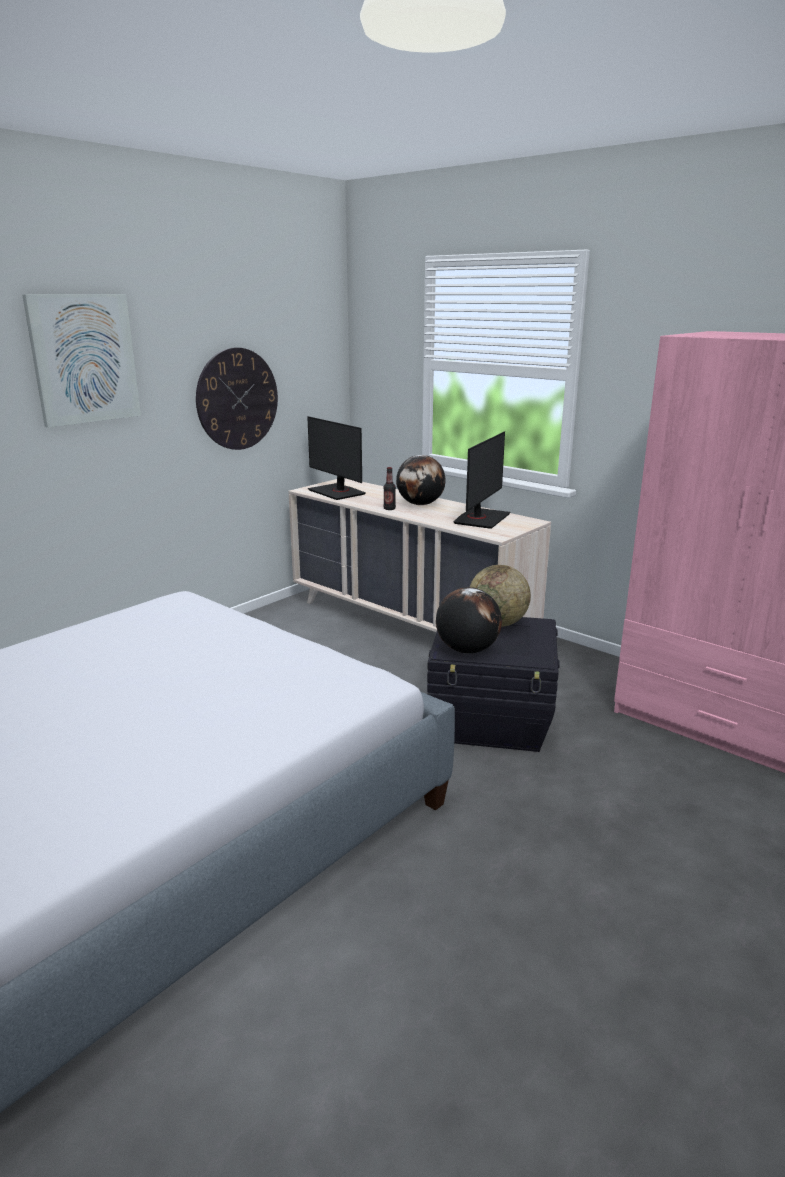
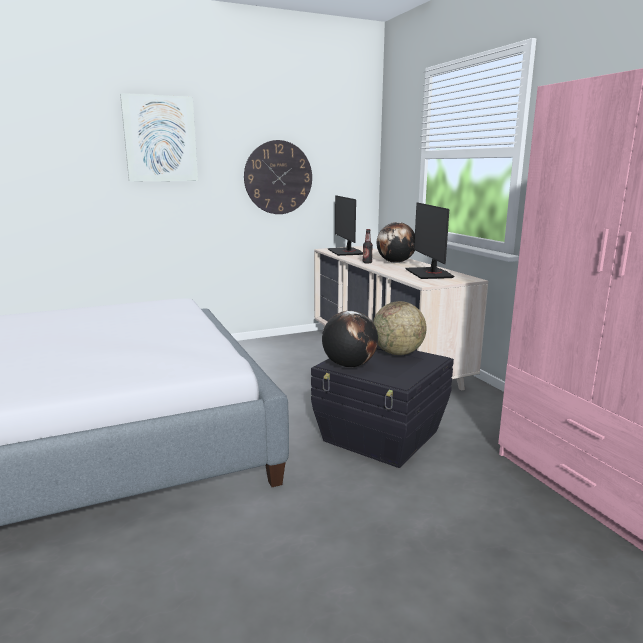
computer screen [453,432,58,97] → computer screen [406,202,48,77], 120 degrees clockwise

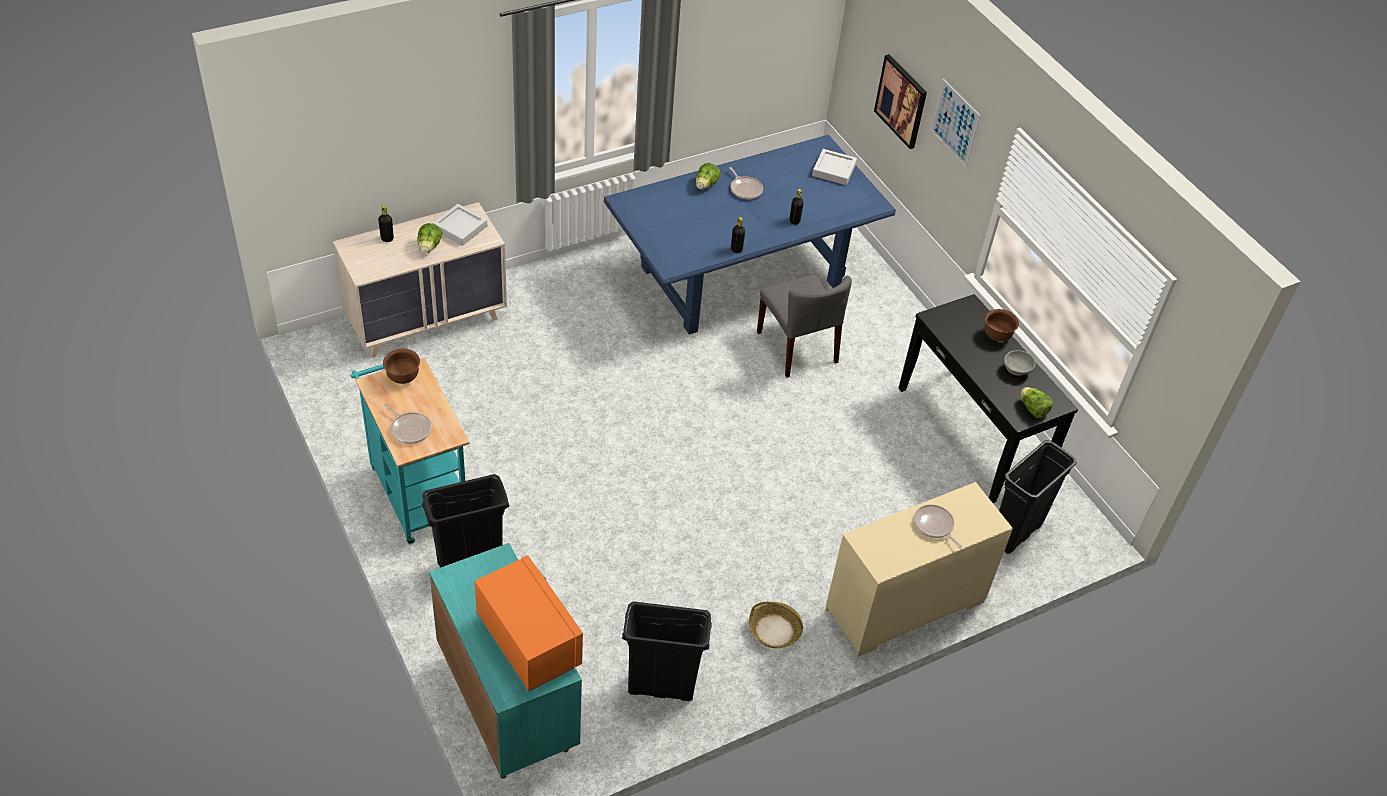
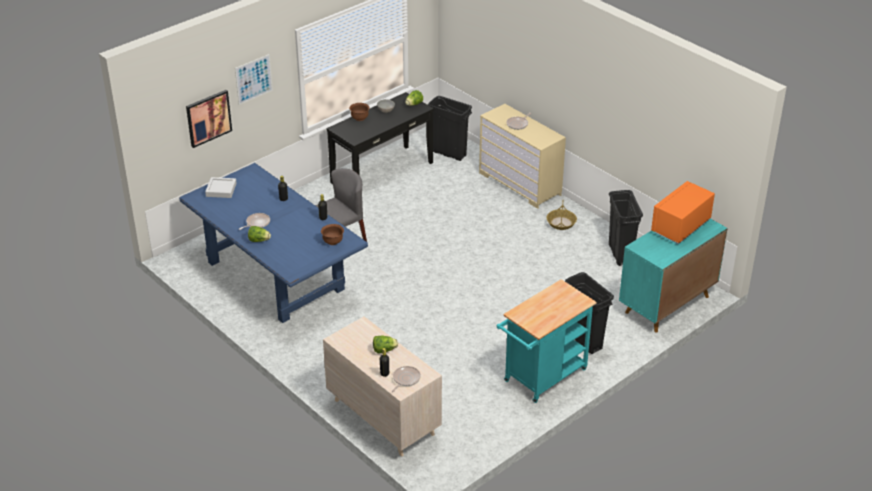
grey serving tray [433,204,54,42] → -
brownish bowl [383,349,37,35] → brownish bowl [321,224,23,21], move
pan [385,403,47,41] → pan [392,366,29,26], move

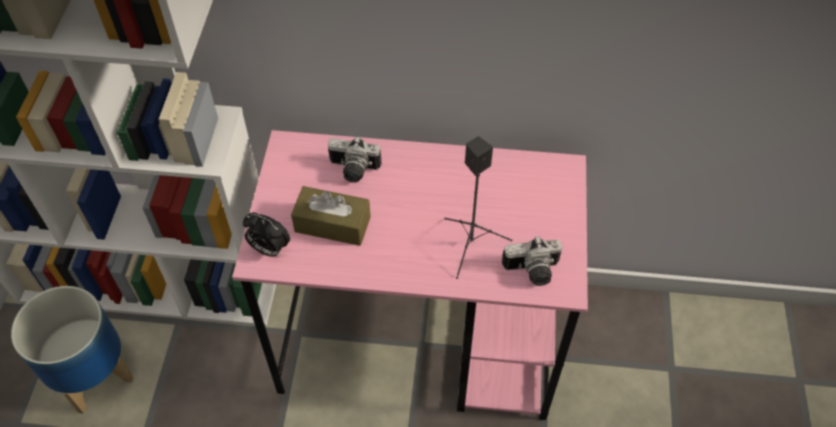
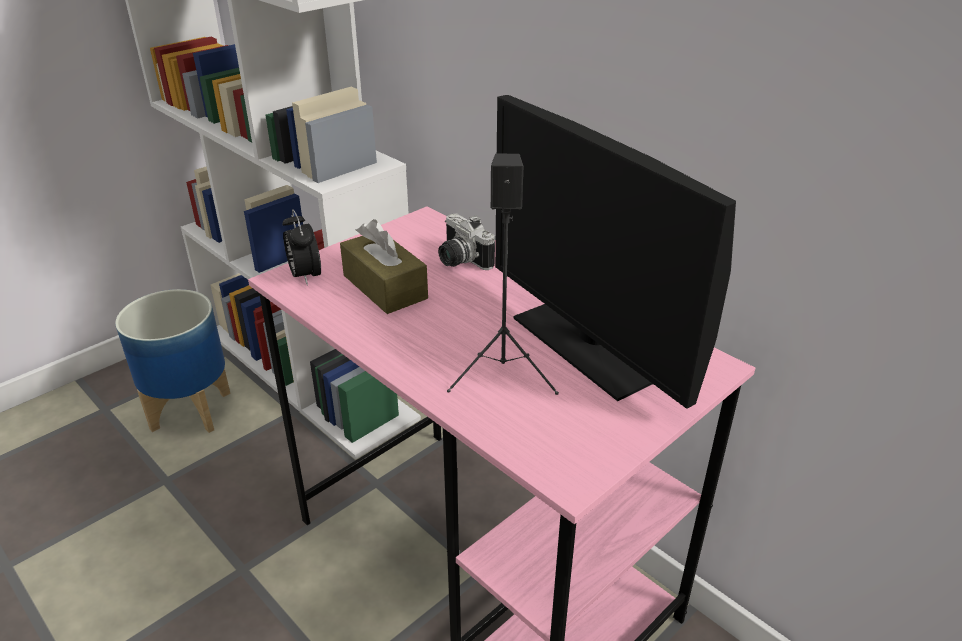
still camera [502,236,60,50] → -
- → computer screen [495,95,241,314]

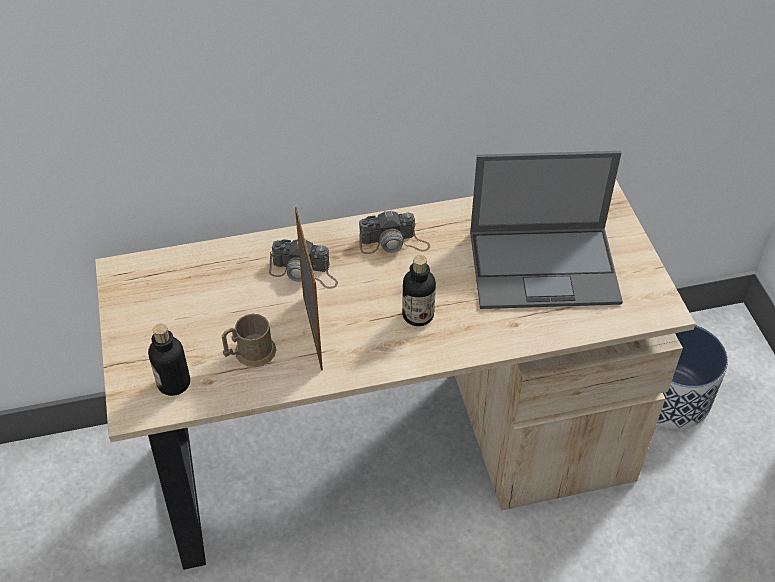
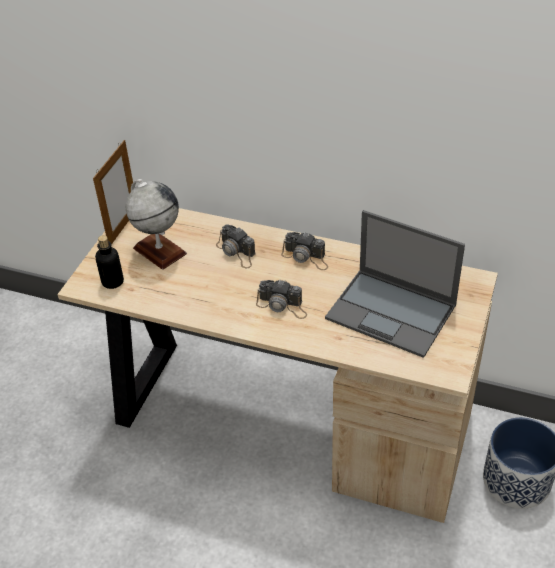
picture frame [295,207,28,163] → picture frame [93,140,40,104], move
beverage bottle [402,255,34,71] → still camera [256,280,51,39]
brownish coffee mug [222,314,54,53] → -
- → world globe [126,179,61,91]

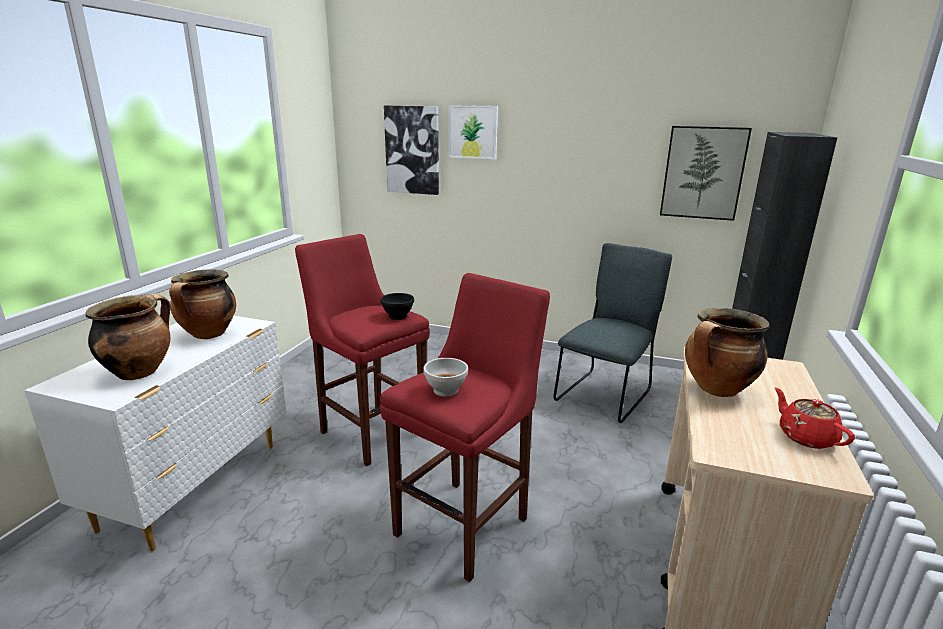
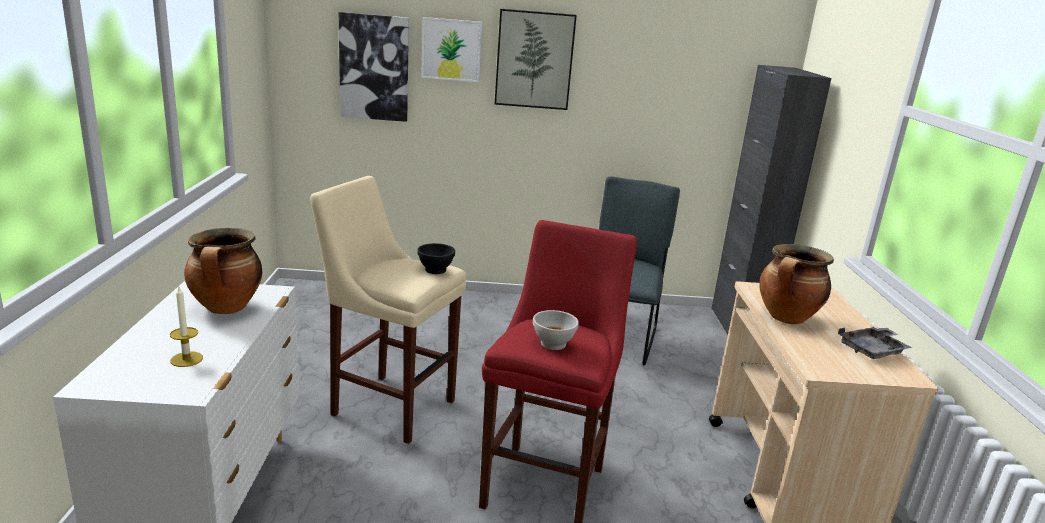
wall picture [660,126,92,95] → wall picture [495,9,82,101], move
red sitting stool [295,234,135,232] → sand-coloured sitting stool [310,176,156,268]
cooking pot [85,293,86,87] → wax light [170,287,33,80]
red pot for tea [775,388,80,61] → grey serving tray [838,327,74,32]

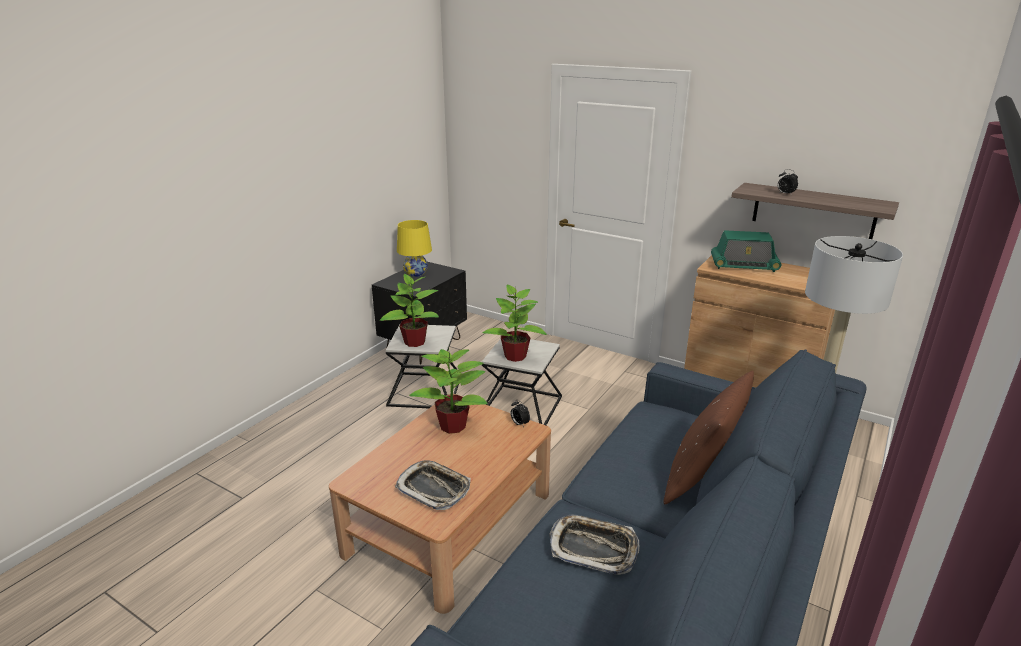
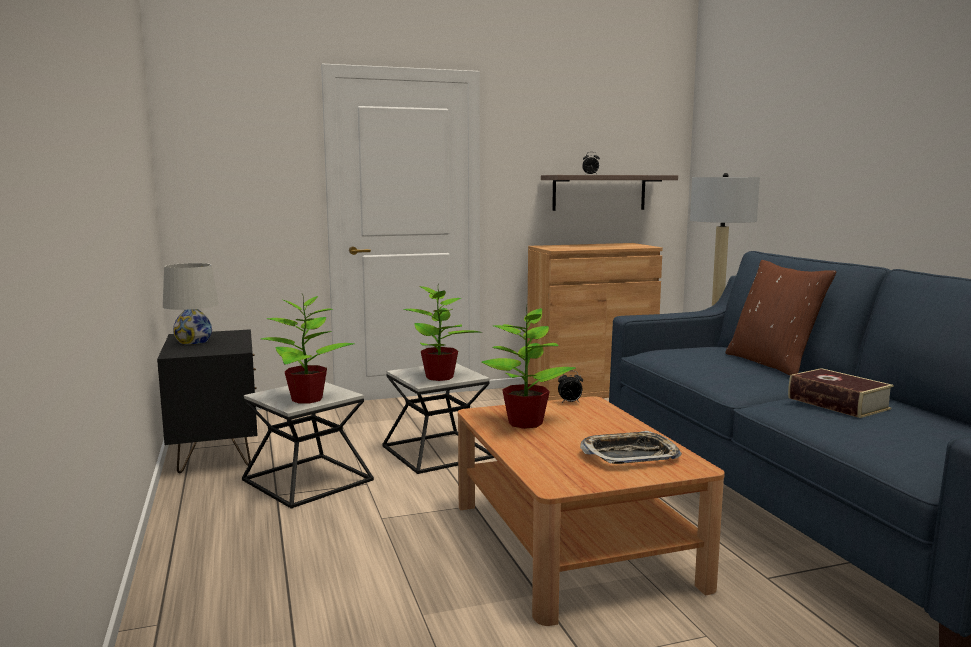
yellow tabletop lamp [397,220,35,57] → white-coloured tabletop lamp [163,263,56,82]
radio set [711,230,70,42] → -
serving tray [549,515,91,60] → bound book [788,368,106,50]

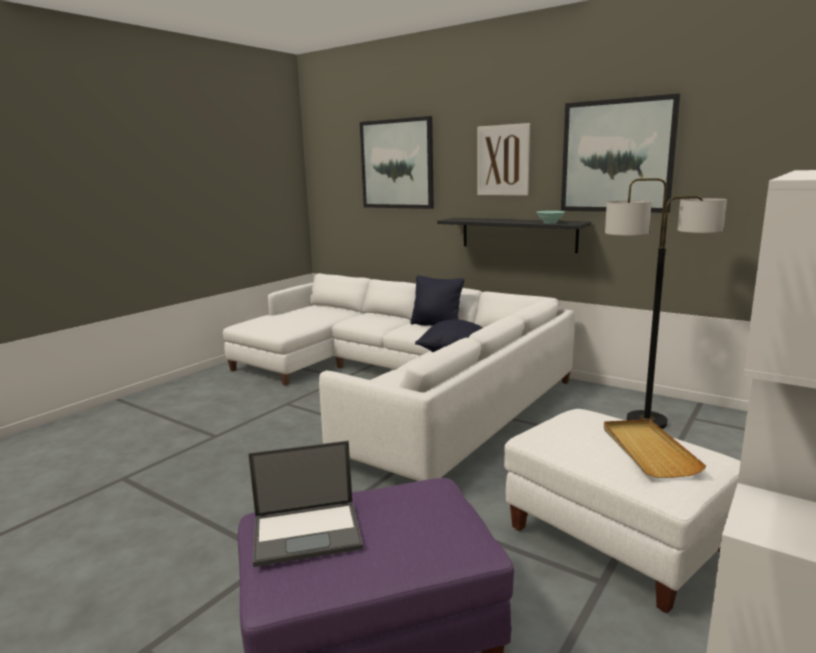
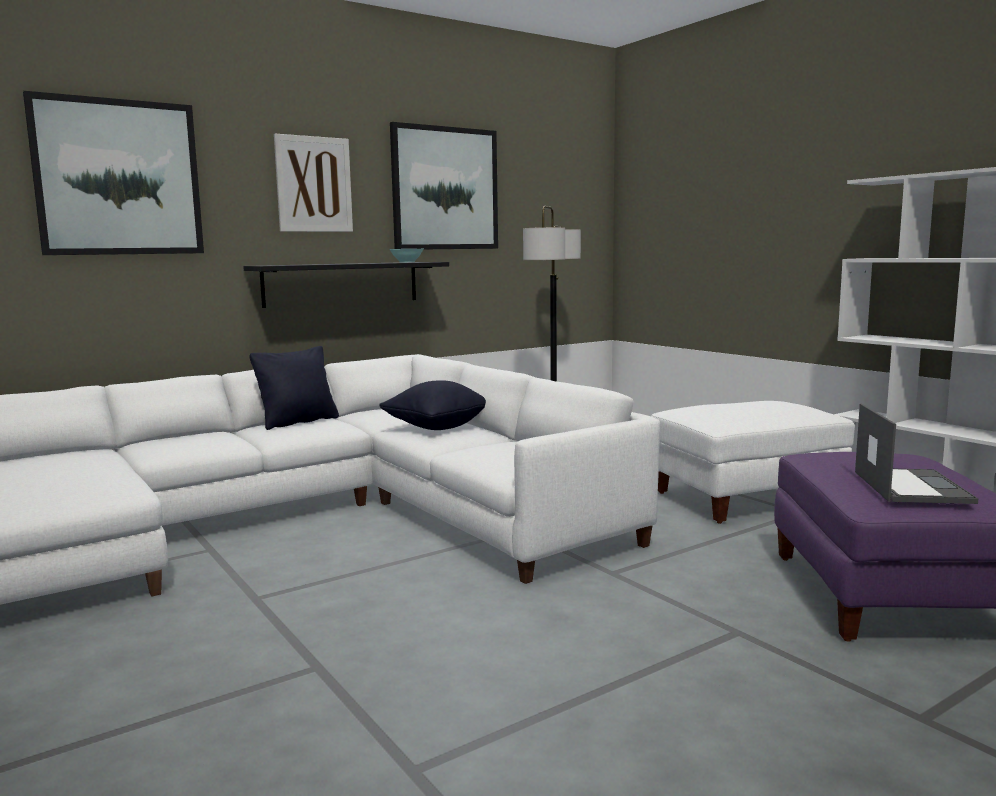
sand-coloured serving tray [604,419,102,59] → -

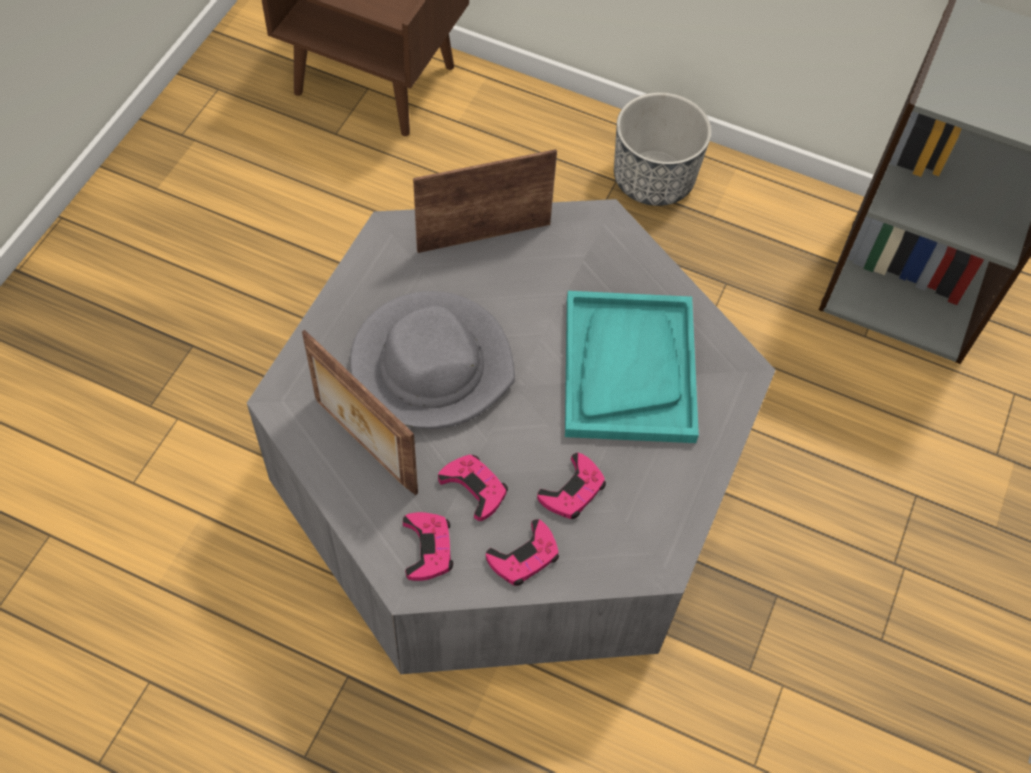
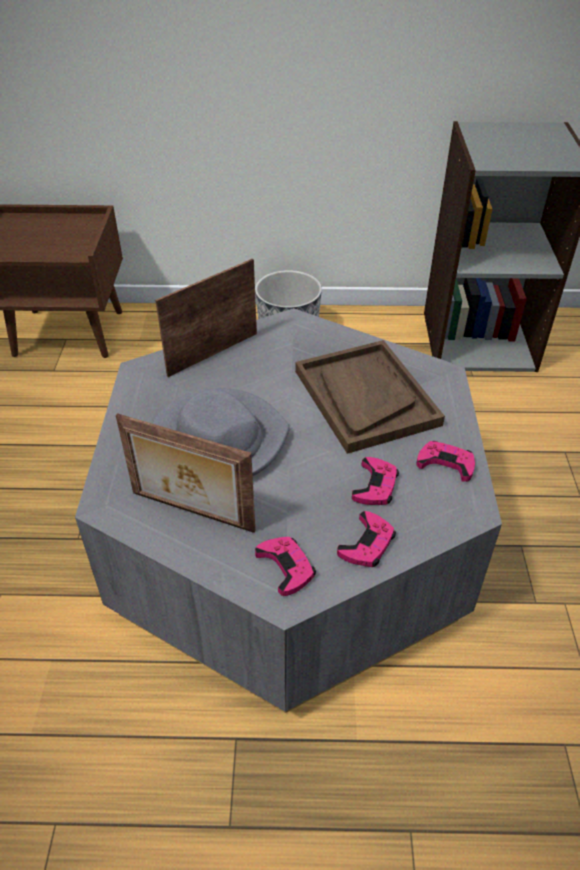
blue-green serving tray [565,291,134,152] → brownish serving tray [295,340,150,114]
pink-coloured gamepad [438,455,70,66] → pink-coloured gamepad [416,441,59,41], move

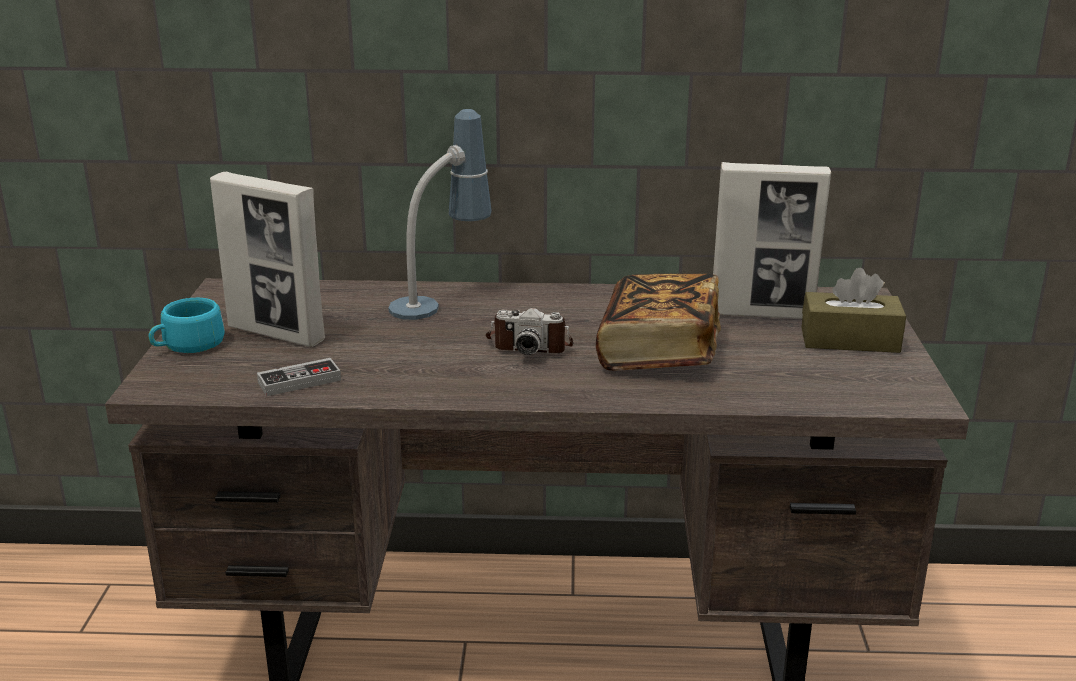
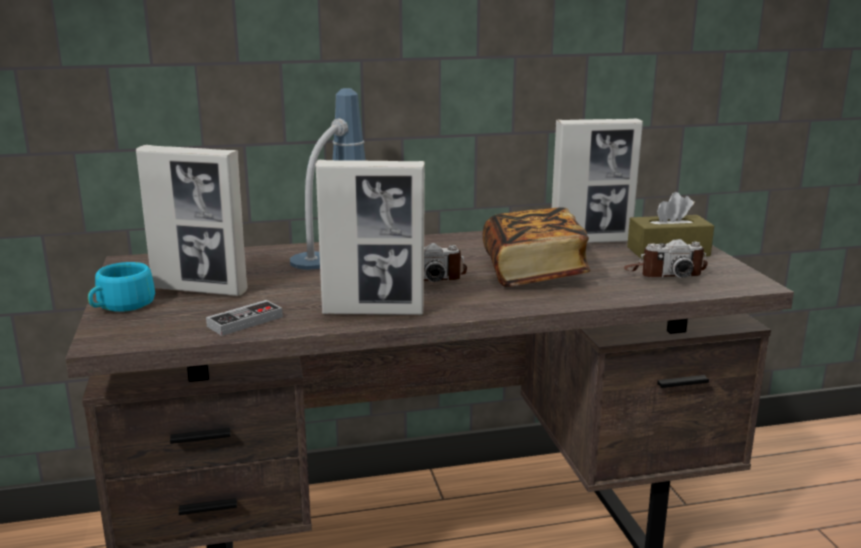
- → picture frame [315,160,110,155]
- → still camera [624,239,84,39]

